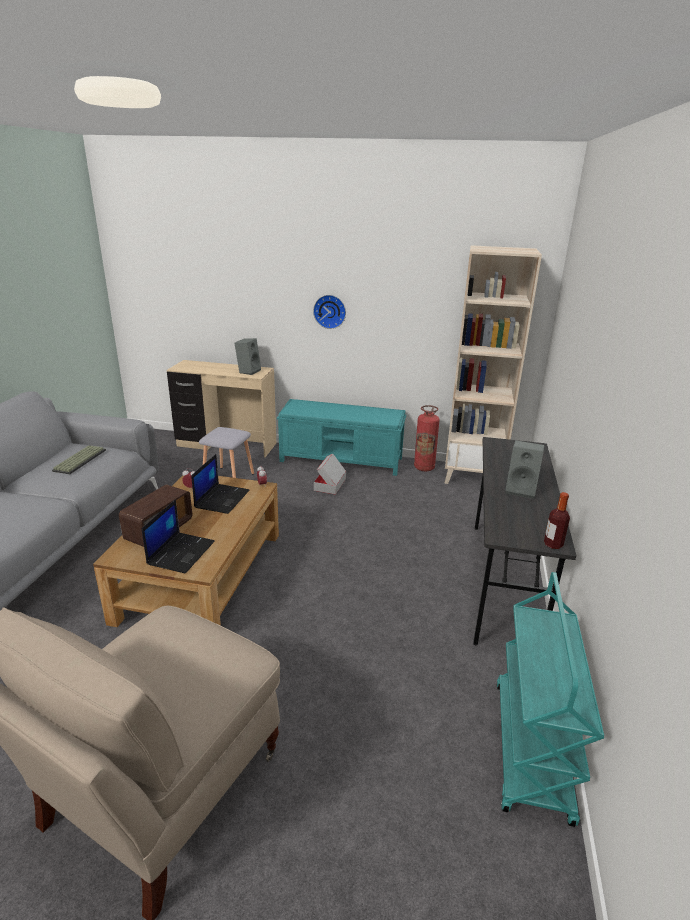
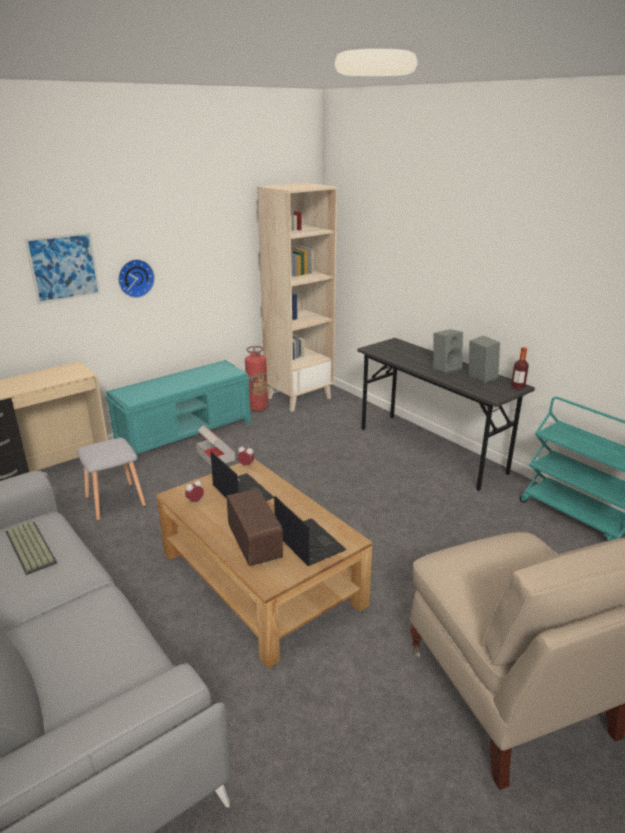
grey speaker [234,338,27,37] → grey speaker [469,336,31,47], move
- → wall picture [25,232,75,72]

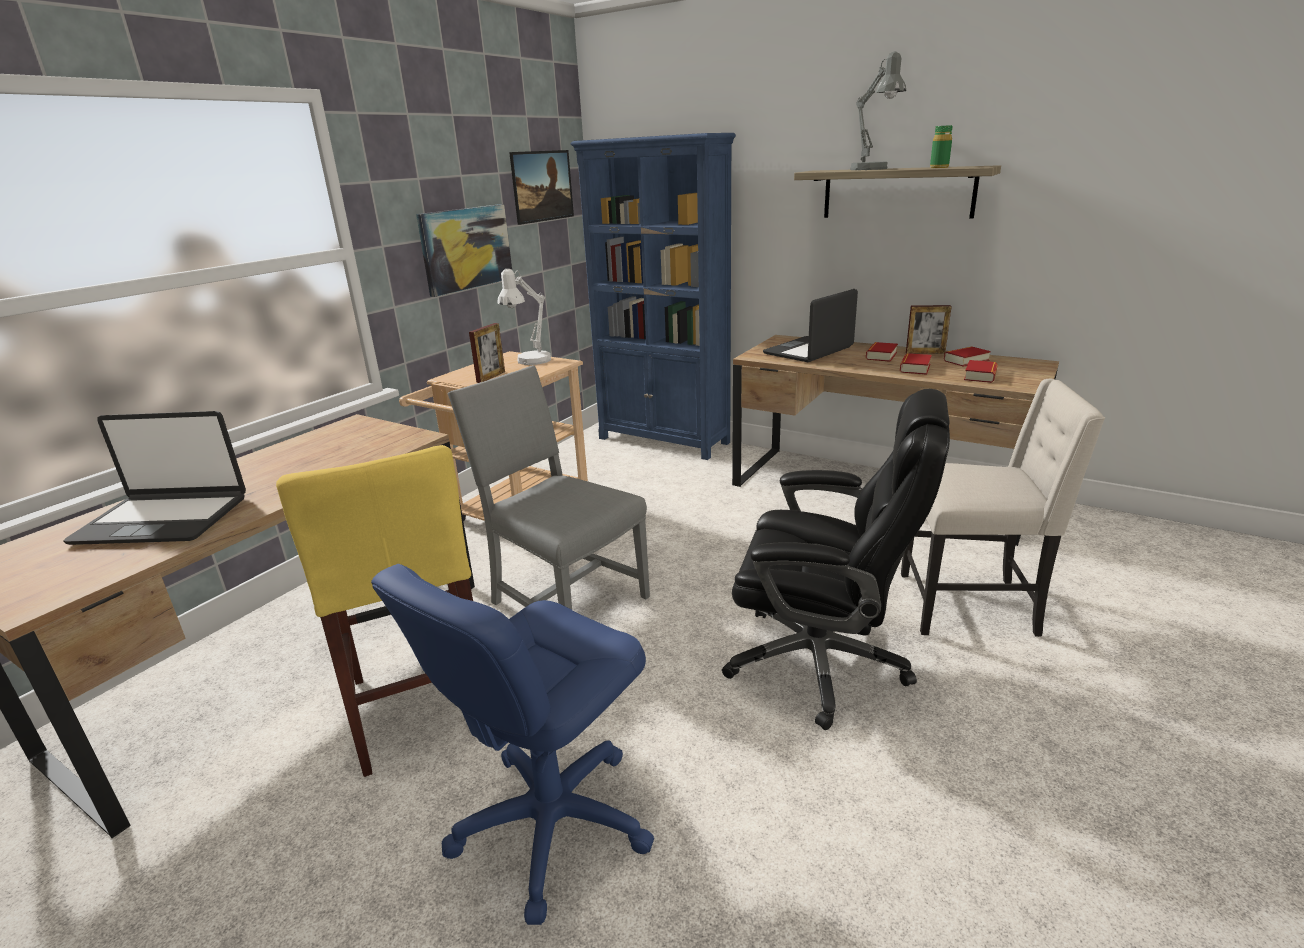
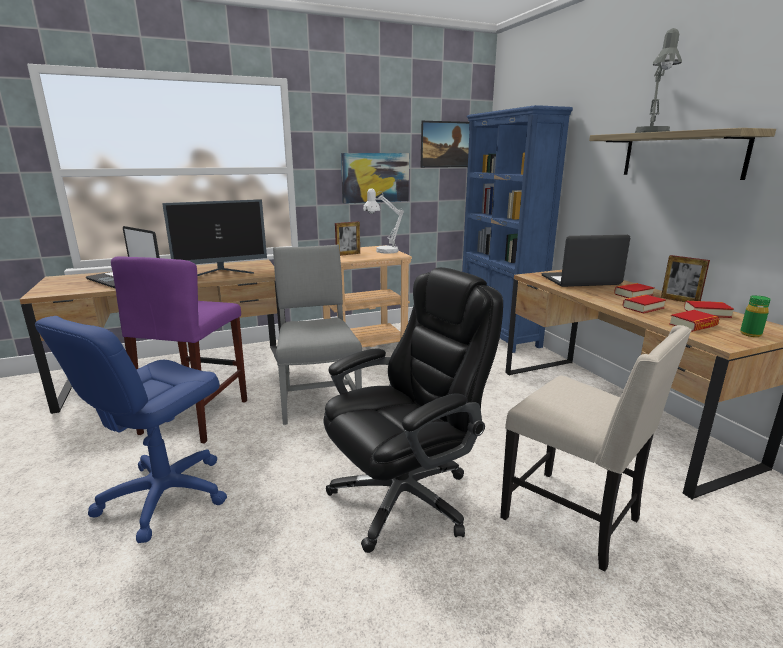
greenish beverage bottle [930,125,23,43] → greenish beverage bottle [740,295,31,42], move
black office chair [722,389,228,341] → black office chair [323,267,180,286], 90 degrees counterclockwise
yellow sitting stool [276,445,197,332] → purple sitting stool [111,256,136,187]
bluish office chair [371,564,283,361] → bluish office chair [35,316,192,227], 45 degrees counterclockwise
- → computer screen [162,199,105,77]

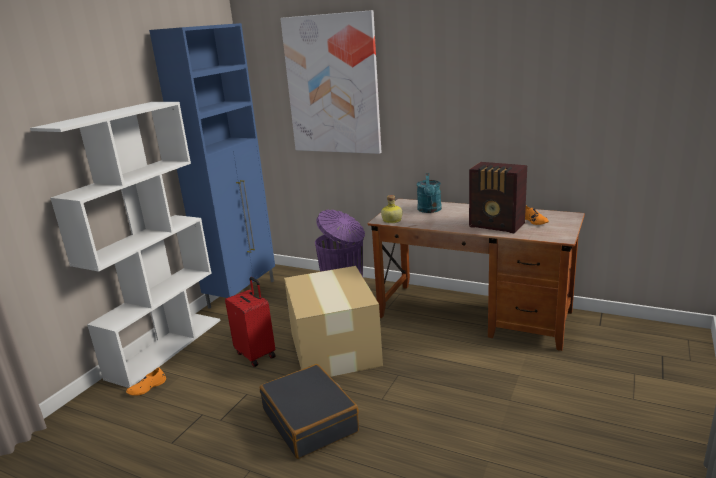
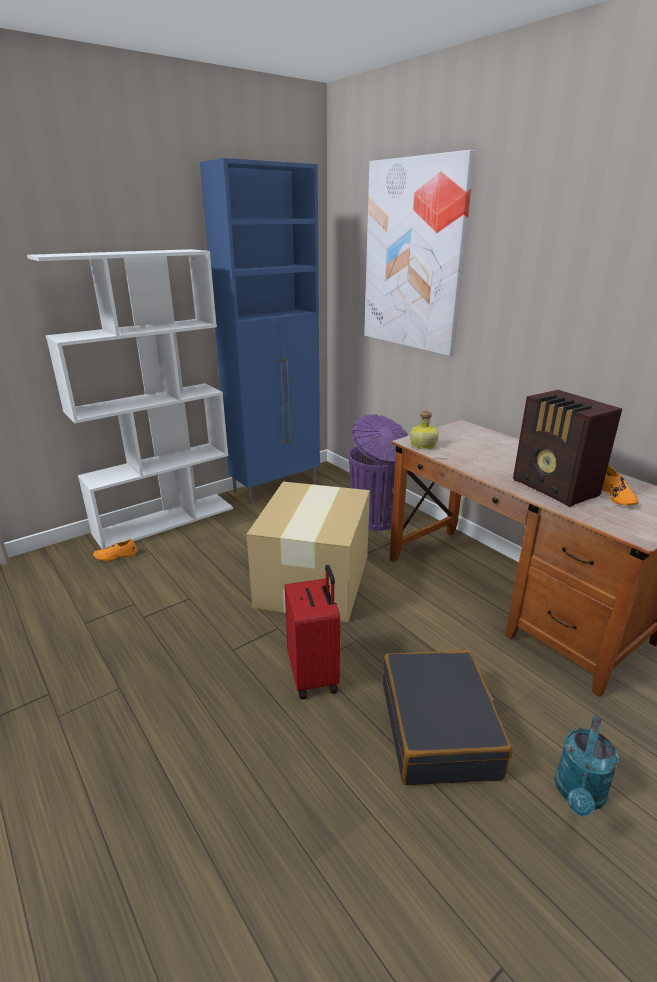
blue-green sprinkling can [417,173,25,40] → blue-green sprinkling can [555,716,64,100], move
red suitcase [225,277,51,90] → red suitcase [285,565,55,134], move
black suitcase [260,364,99,95] → black suitcase [383,650,129,135], move

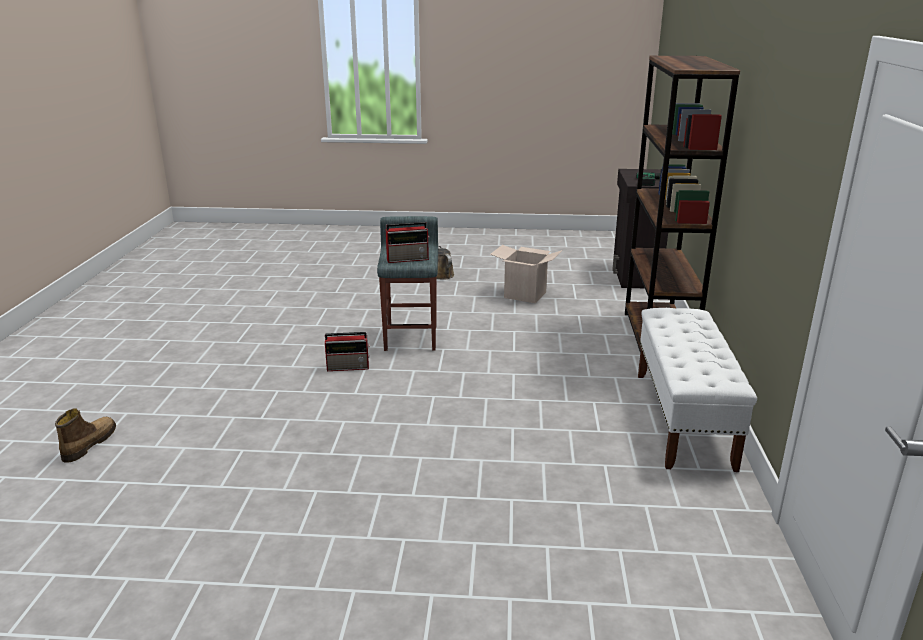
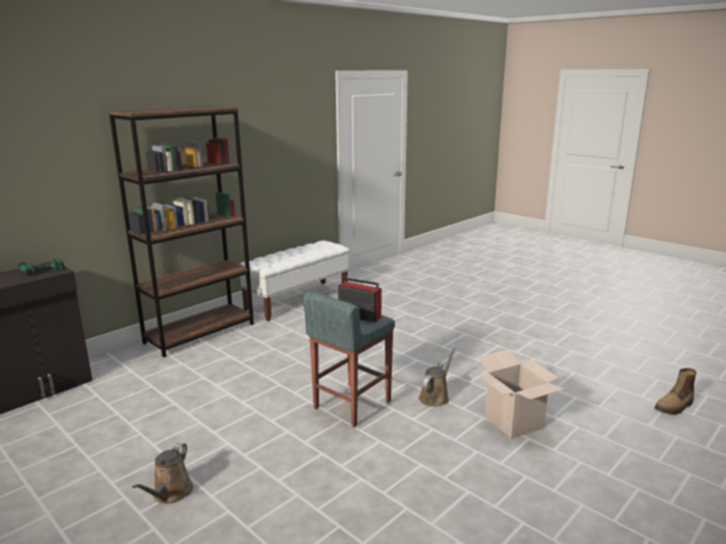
carton [490,245,73,58] → carton [478,349,87,90], move
radio set [325,332,45,39] → brownish sprinkling can [419,348,36,59]

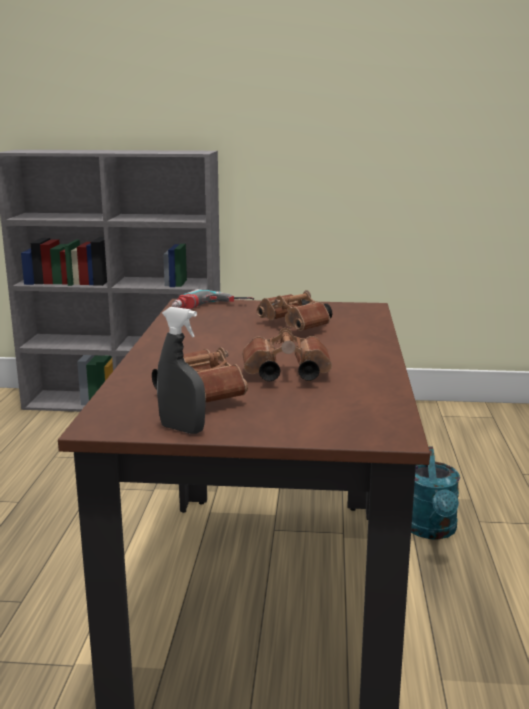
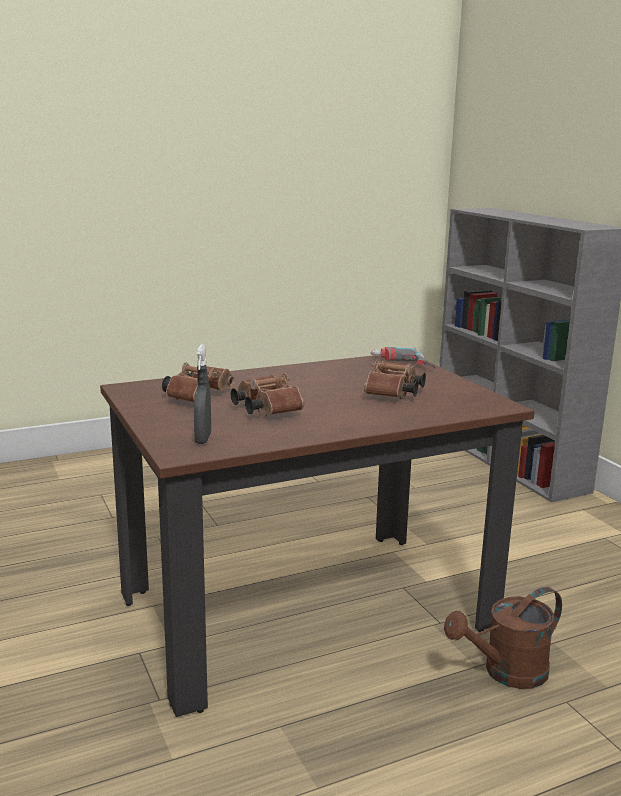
grey sprayer [157,307,49,127] → grey sprayer [194,344,17,100], move
blue-green sprinkling can [411,446,49,93] → brownish sprinkling can [444,587,118,102]

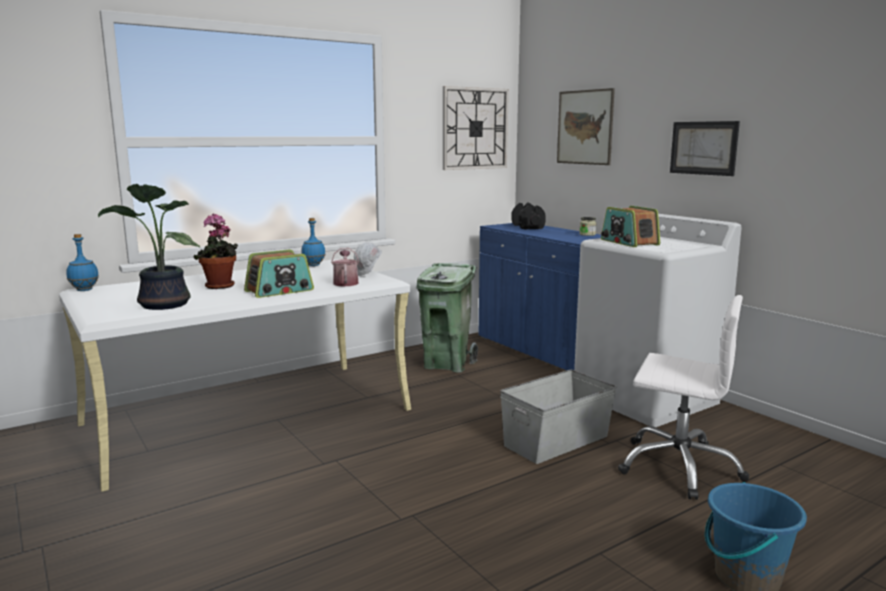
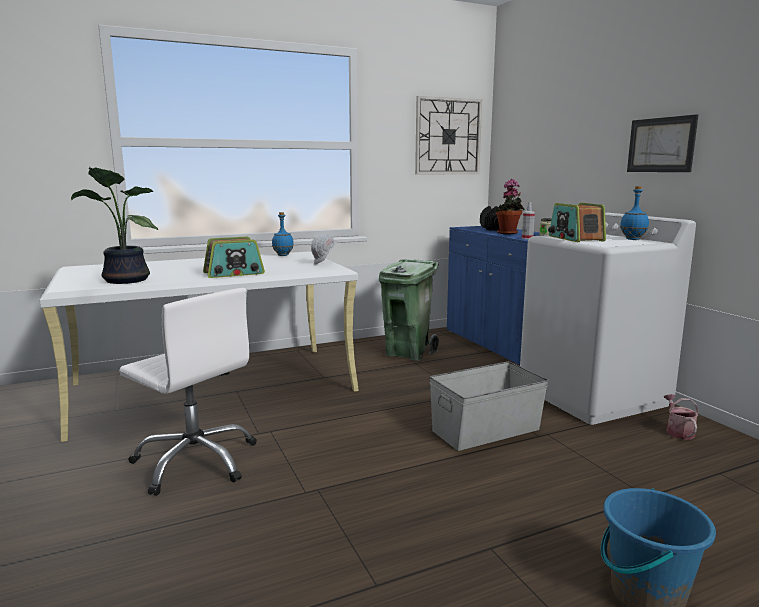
wall picture [557,88,58,77] → -
potted plant [193,213,45,76] → potted plant [495,179,30,55], move
bluish beverage bottle [66,234,33,57] → bluish beverage bottle [620,186,29,54], move
sprinkling can [331,248,28,38] → sprinkling can [664,394,35,45], move
white-coloured office chair [618,295,131,205] → white-coloured office chair [119,288,138,208], move
- → sprayer [522,202,13,37]

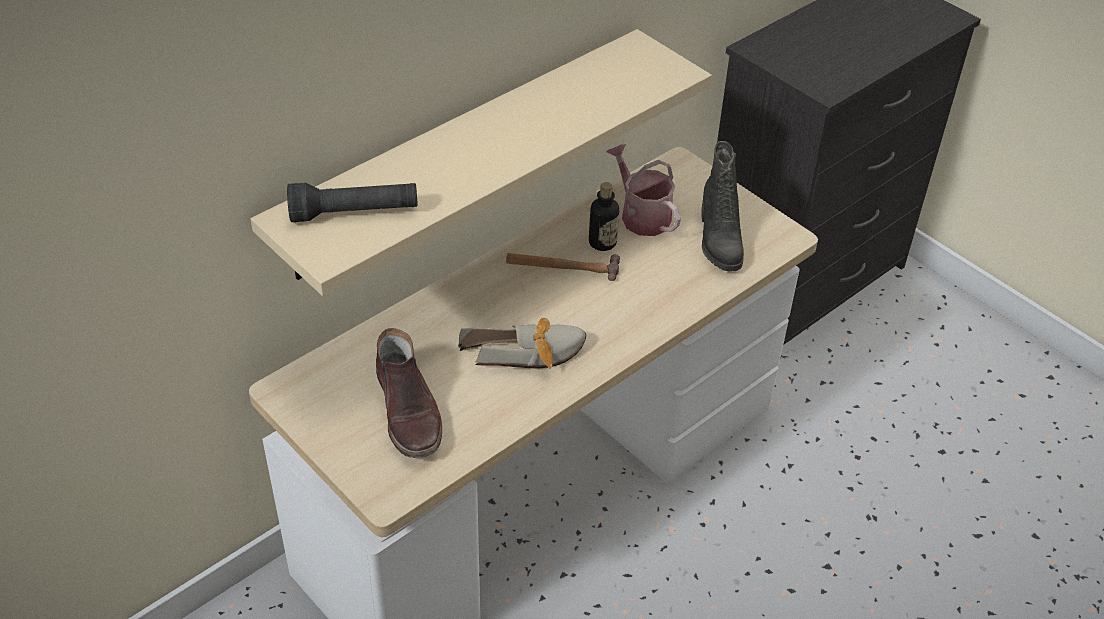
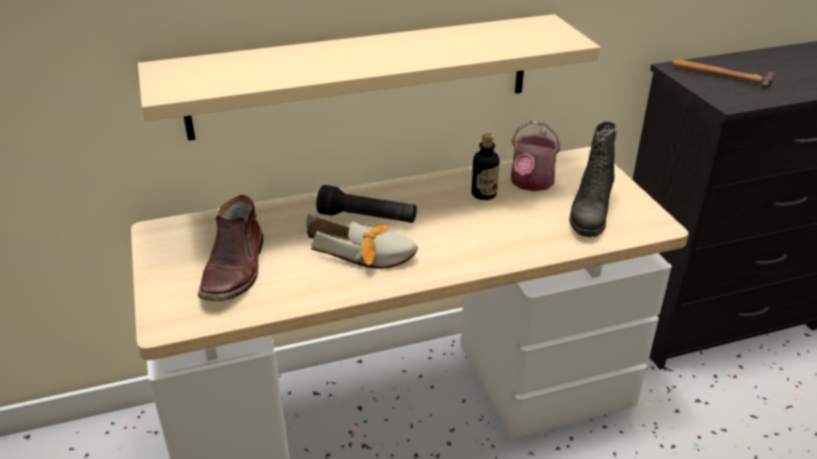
sprinkling can [606,144,75,92] → sprinkling can [511,120,50,72], 150 degrees counterclockwise
black torch [287,183,131,39] → black torch [316,185,101,38], move
tool hammer [506,253,114,28] → tool hammer [672,59,103,29], move

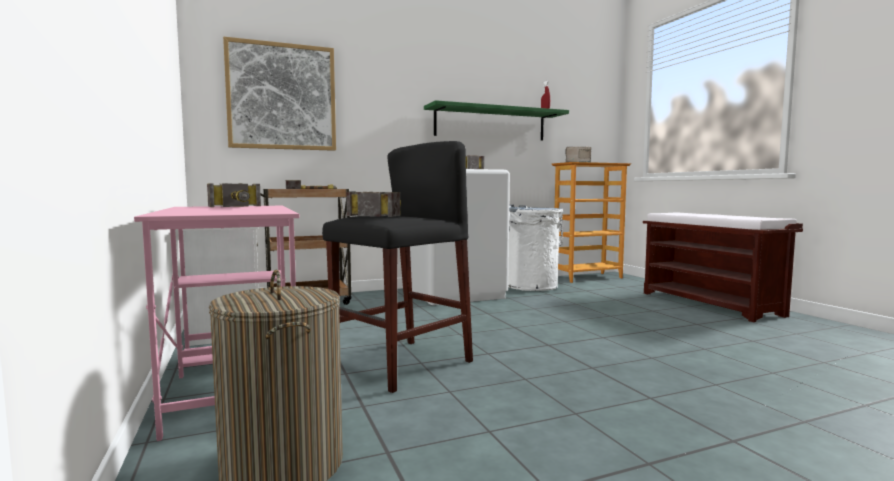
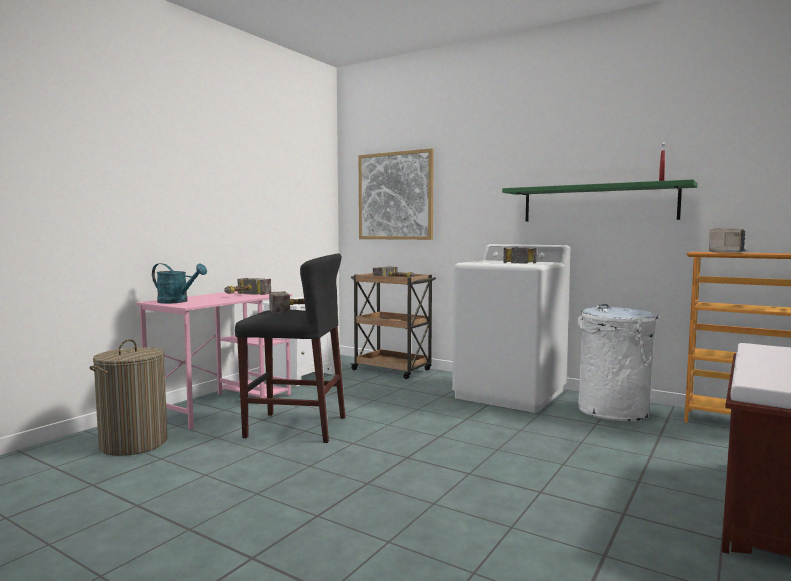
- → blue-green sprinkling can [152,263,55,40]

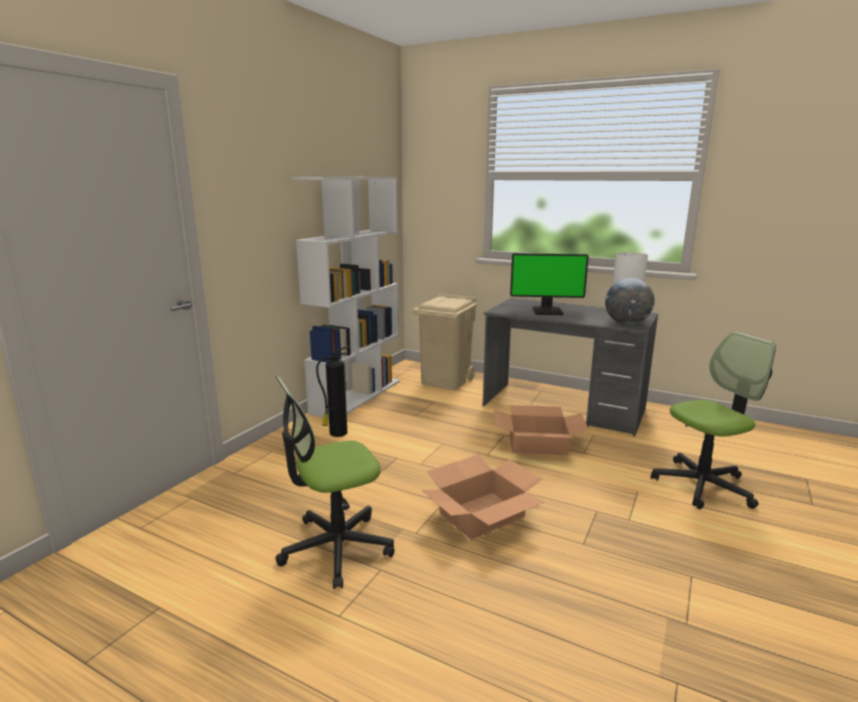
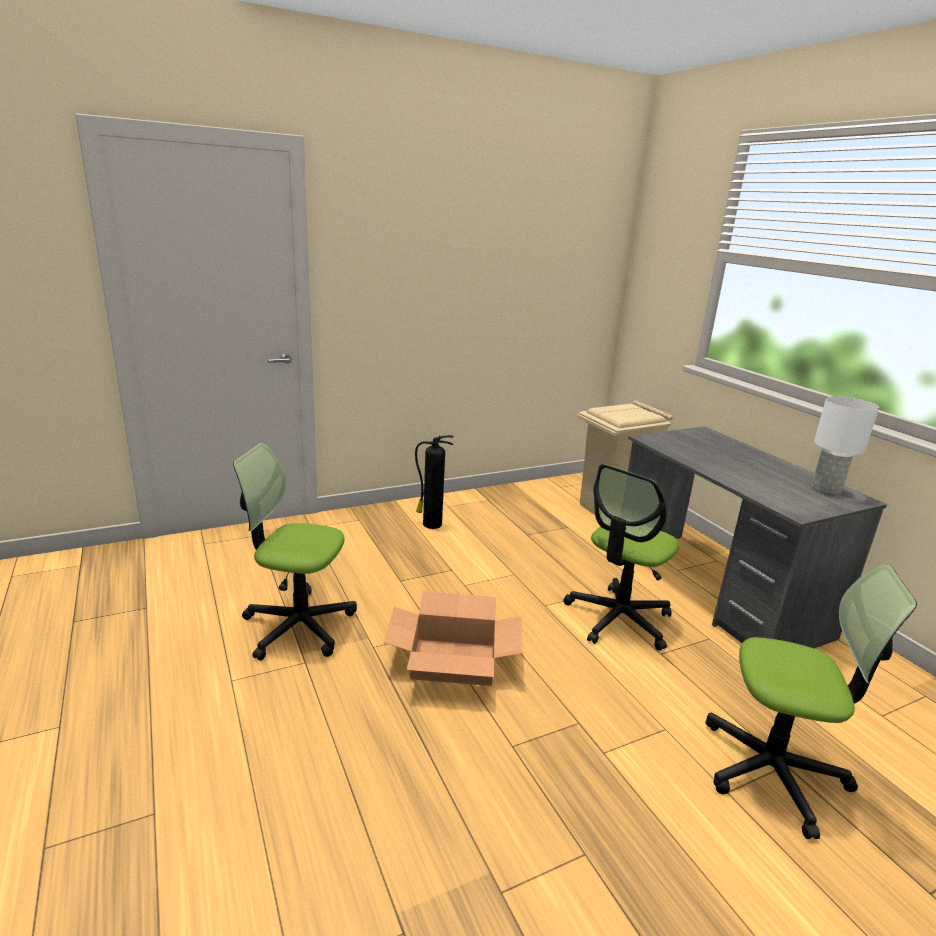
white-coloured bookcase [292,177,108,242] → -
computer screen [510,253,79,62] → -
world globe [605,278,50,47] → -
carton [494,405,95,50] → office chair [564,464,115,187]

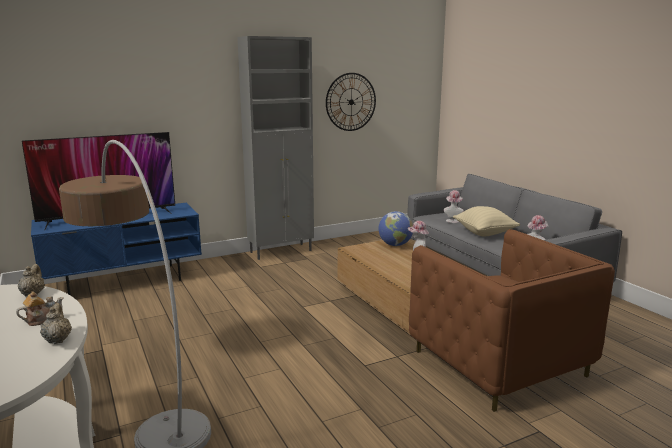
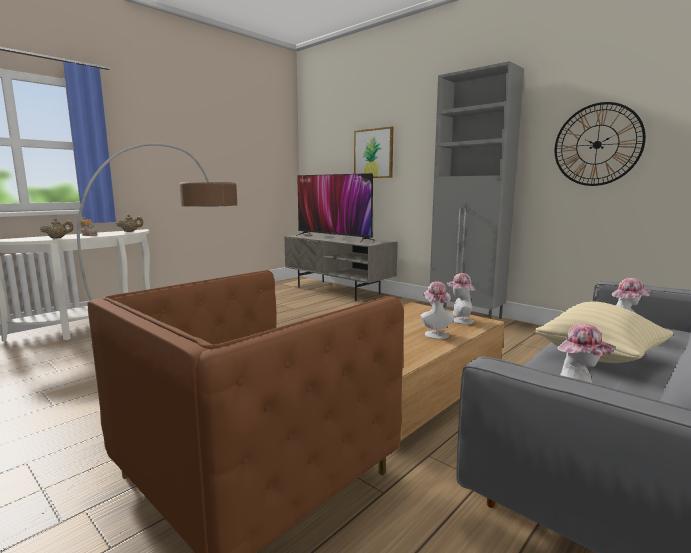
bluish tv unit [31,203,171,92] → grey tv unit [284,233,114,68]
world globe [378,211,35,35] → clothing hat [447,273,28,51]
- → wall picture [354,126,39,52]

